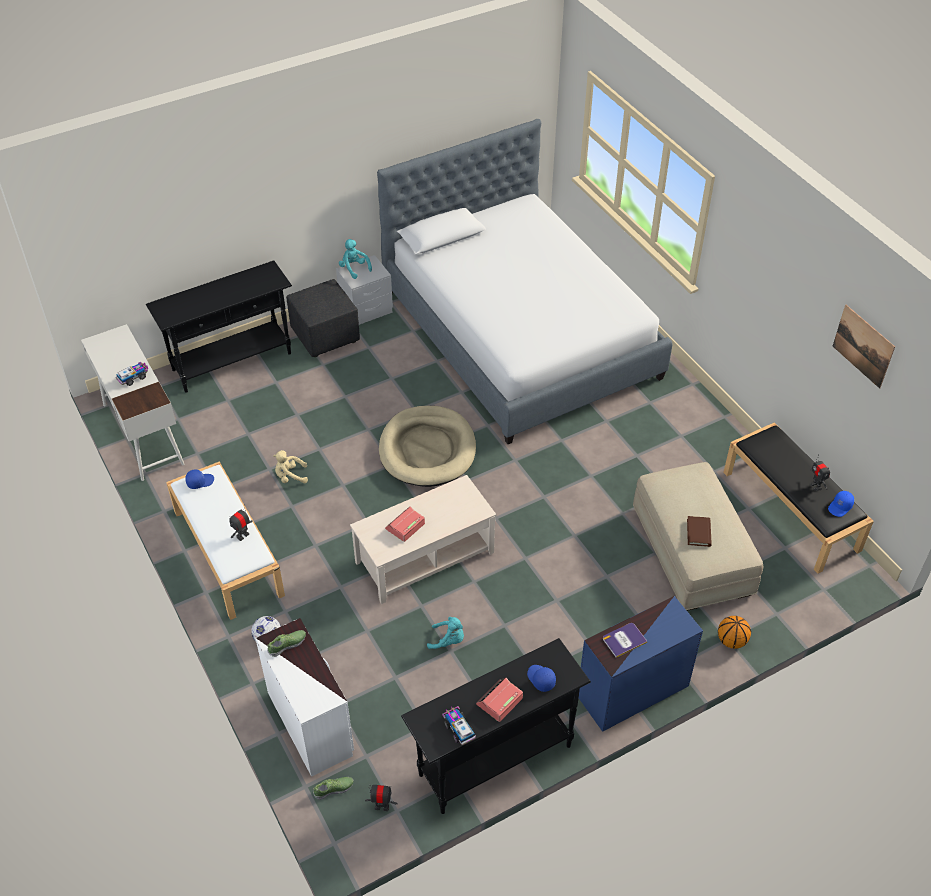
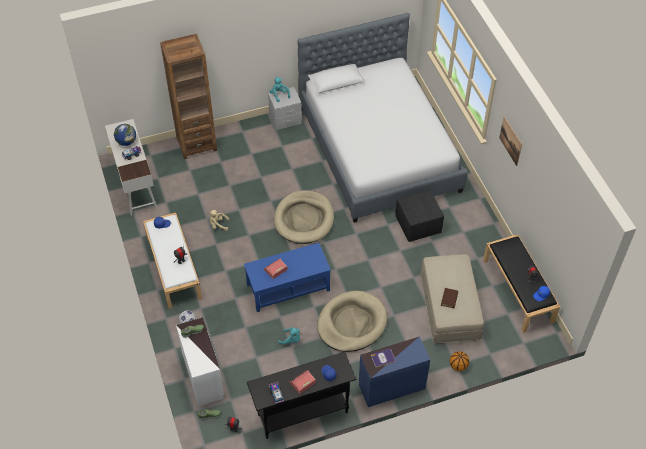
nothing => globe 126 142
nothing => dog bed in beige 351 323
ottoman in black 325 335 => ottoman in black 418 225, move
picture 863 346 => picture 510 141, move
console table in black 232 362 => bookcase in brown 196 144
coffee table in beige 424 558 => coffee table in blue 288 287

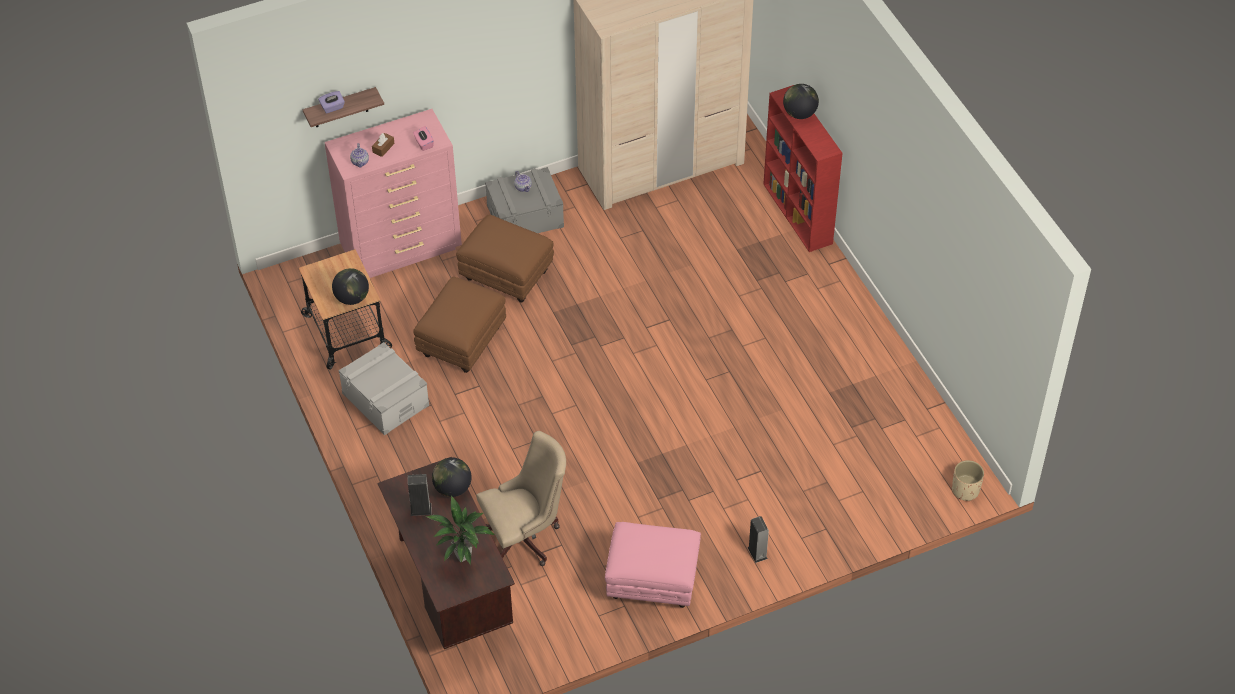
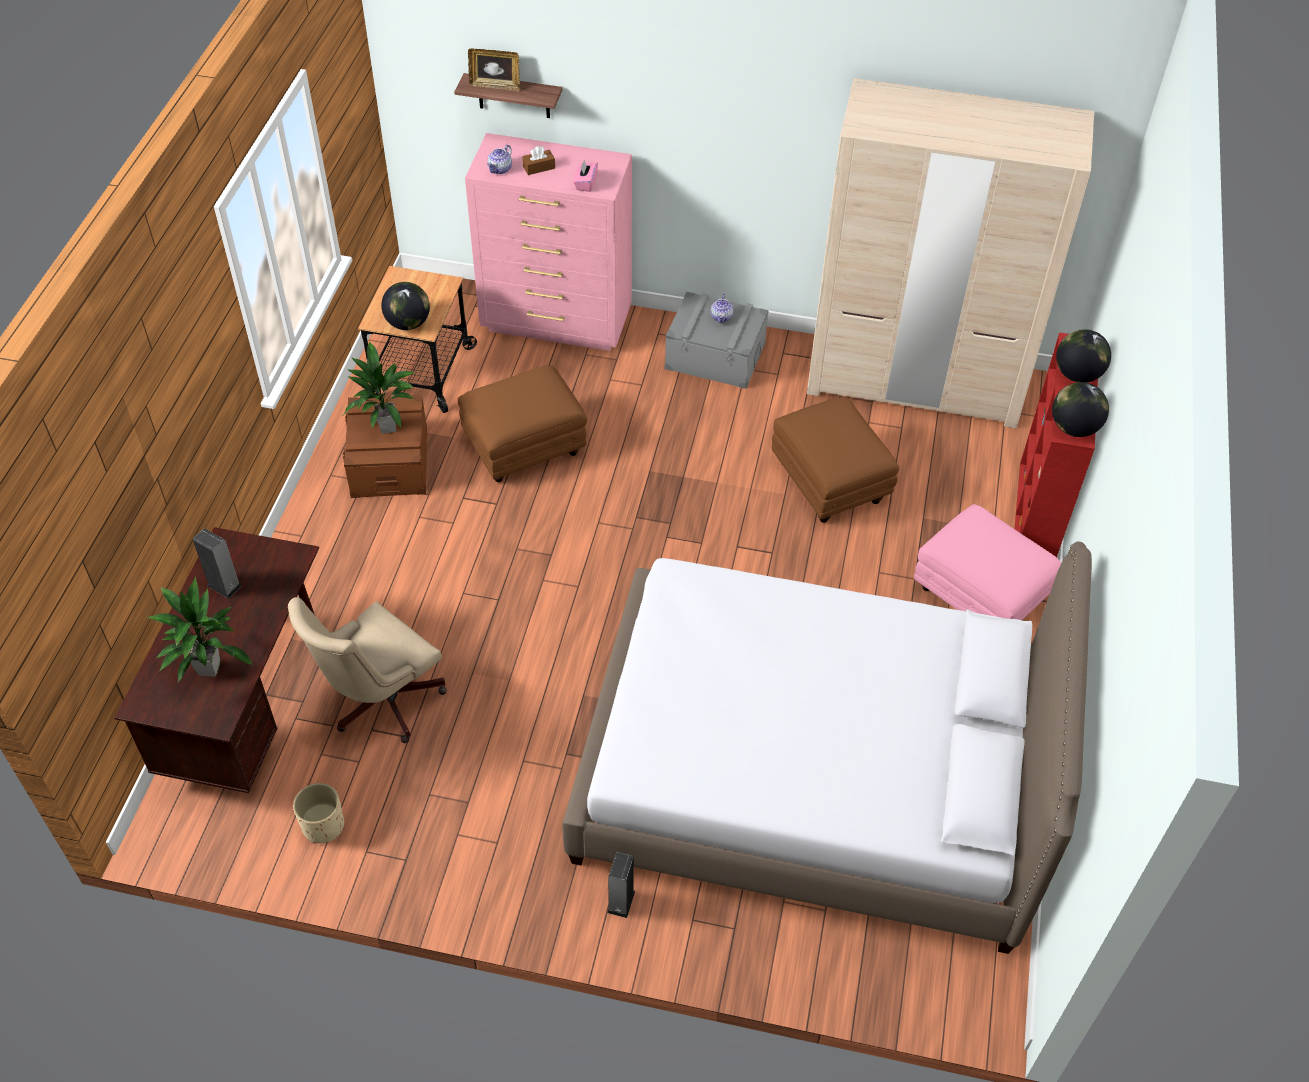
nothing => potted plant 388 427
nothing => bed 812 773
globe 452 488 => globe 1074 428, move
ottoman in brown 507 276 => ottoman in brown 830 483, move
ottoman in pink 653 581 => ottoman in pink 981 597, move
planter in beige 965 490 => planter in beige 323 826, move
tissue box in purple 332 107 => picture frame 495 85
storage box in grey 385 399 => storage box in brown 389 462
office chair in beige 525 537 => office chair in beige 379 702, 120 degrees clockwise

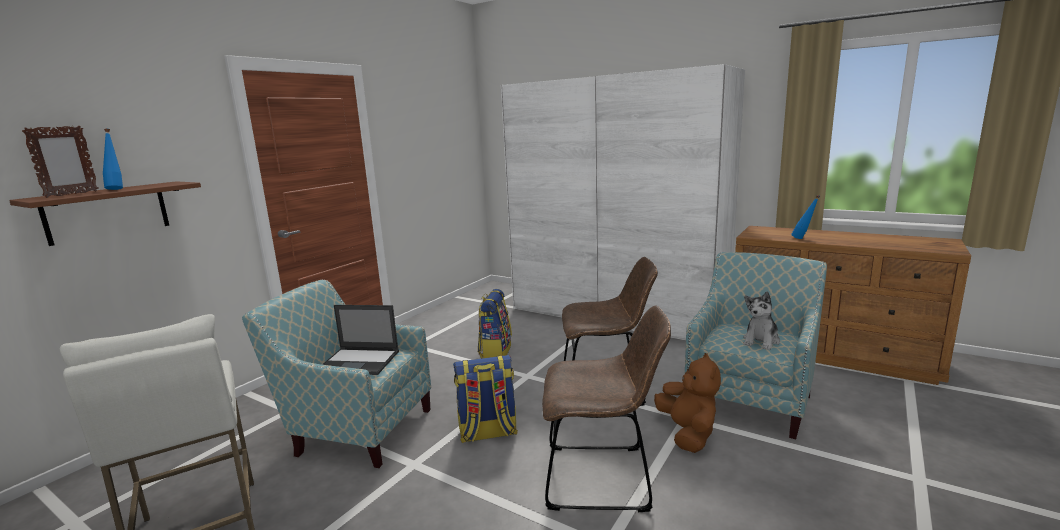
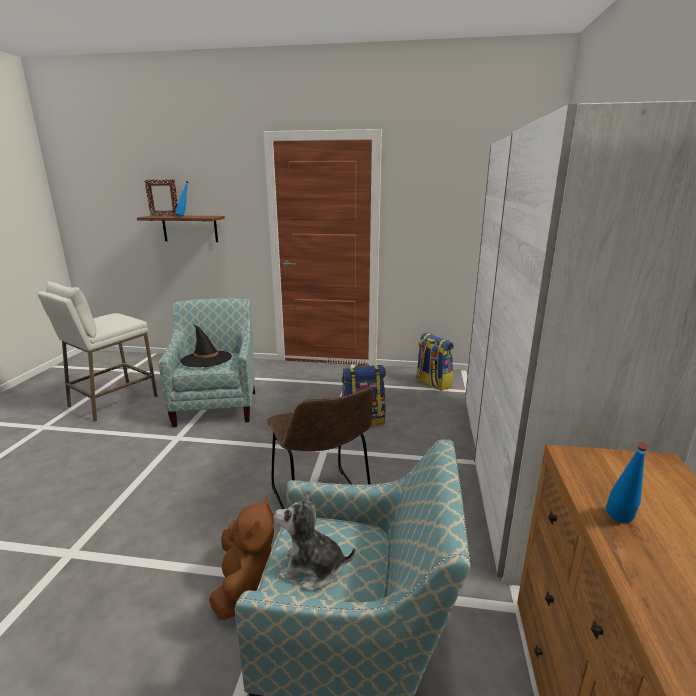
chair in brown 603 477 => nothing
backpack 487 433 => backpack 432 383, move
laptop 360 361 => hat in black 206 359
plush toy in brown 688 433 => plush toy in brown 244 585, 60 degrees counterclockwise

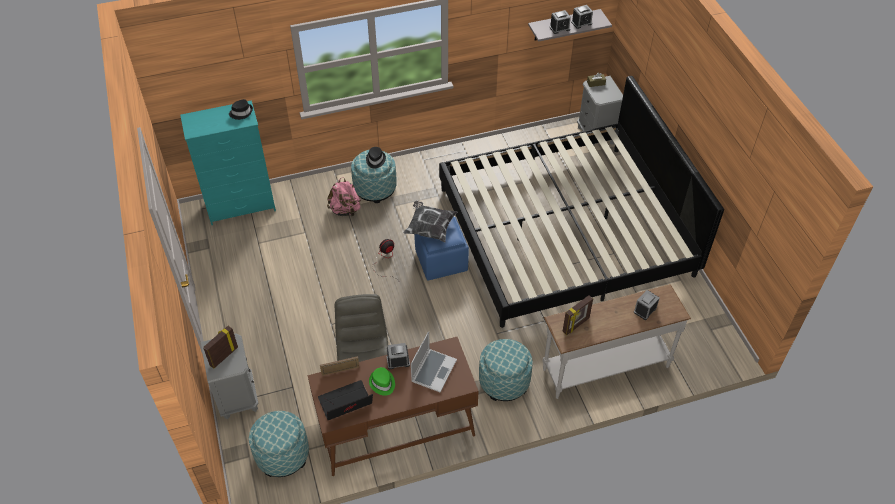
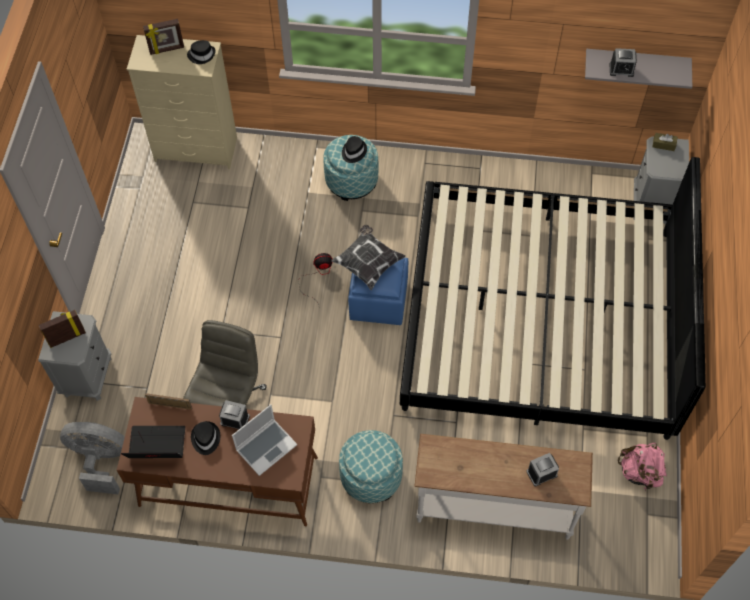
alarm clock 581 23 => nothing
backpack in pink 345 210 => backpack in pink 640 472, move
picture frame 576 325 => picture frame 167 49, move
ottoman 282 455 => fan in grey 100 461
dresser in turquoise 241 206 => dresser in beige 196 150
hat in green 382 383 => hat in black 205 439

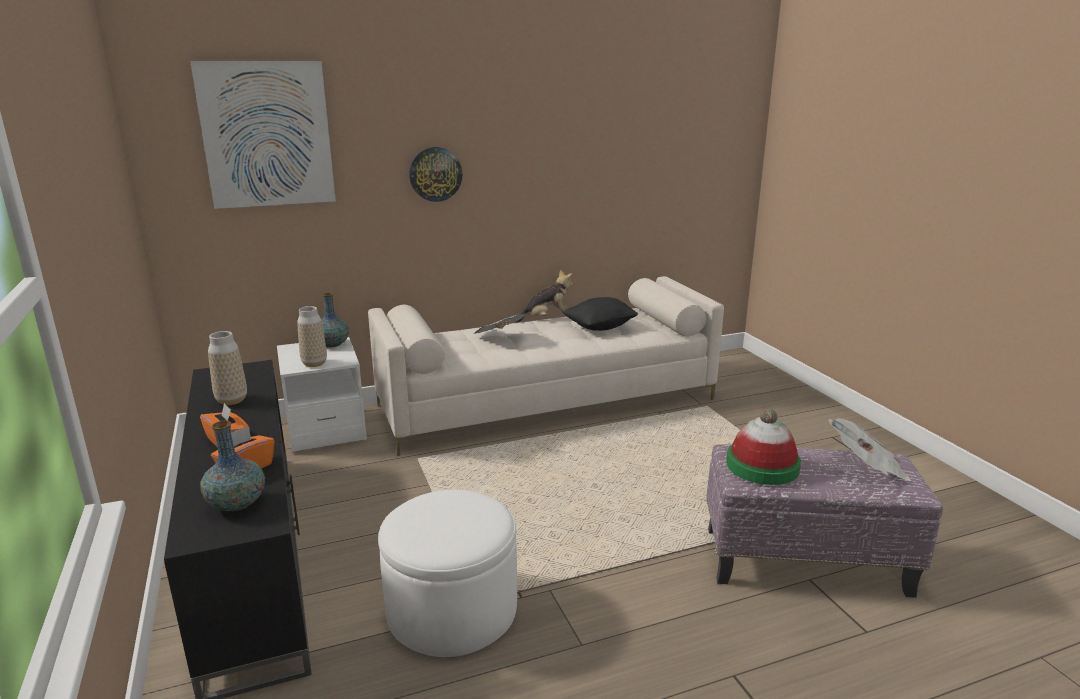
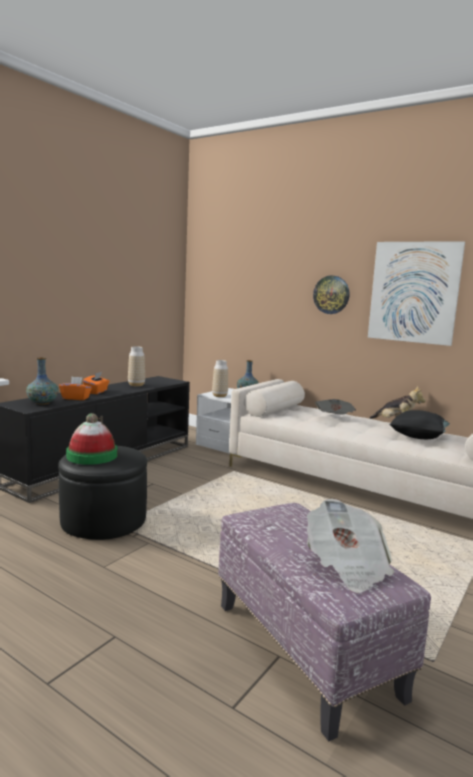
picture 267 135 => picture 413 292, move
hat 762 466 => hat 92 456, move
ottoman in white 452 609 => ottoman in black 104 520

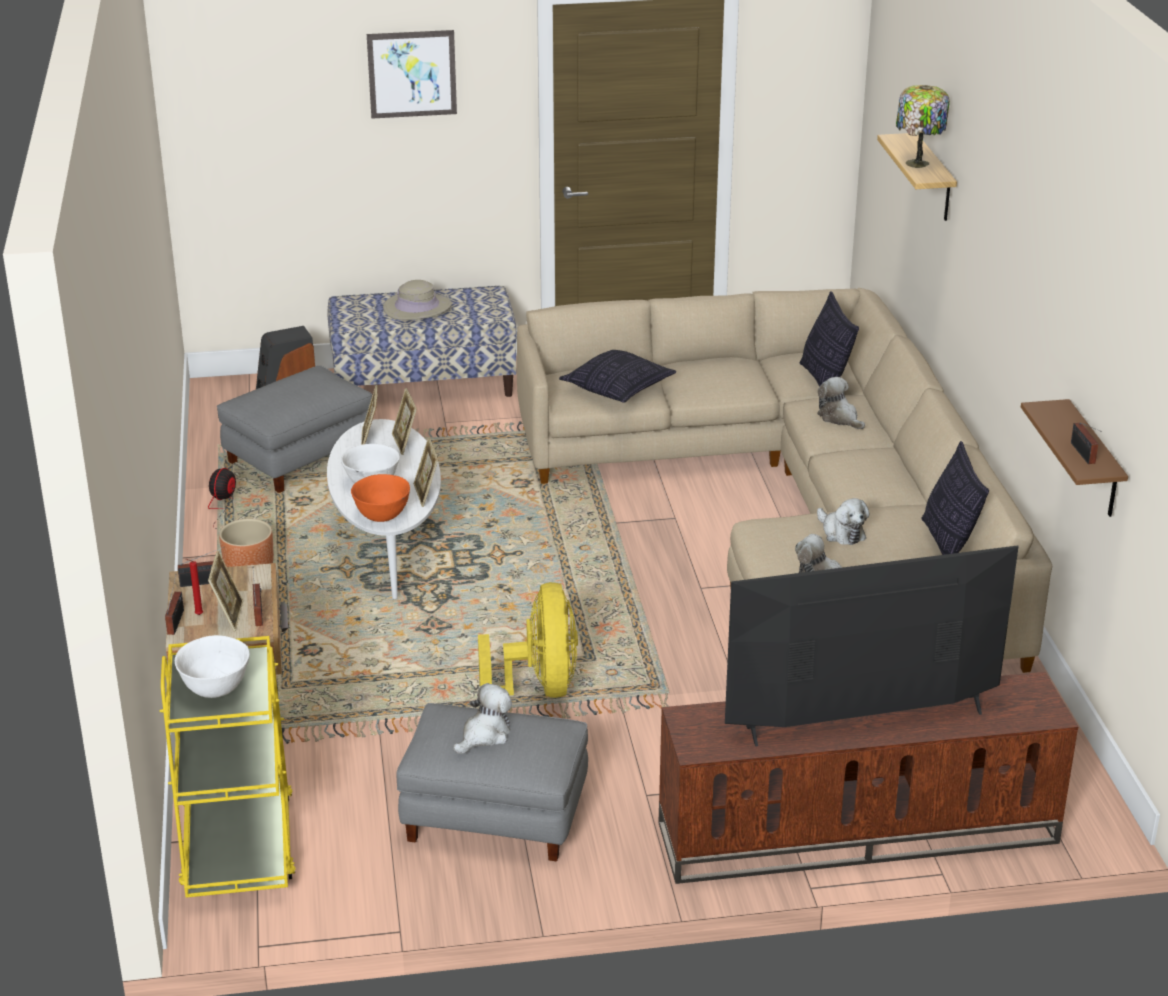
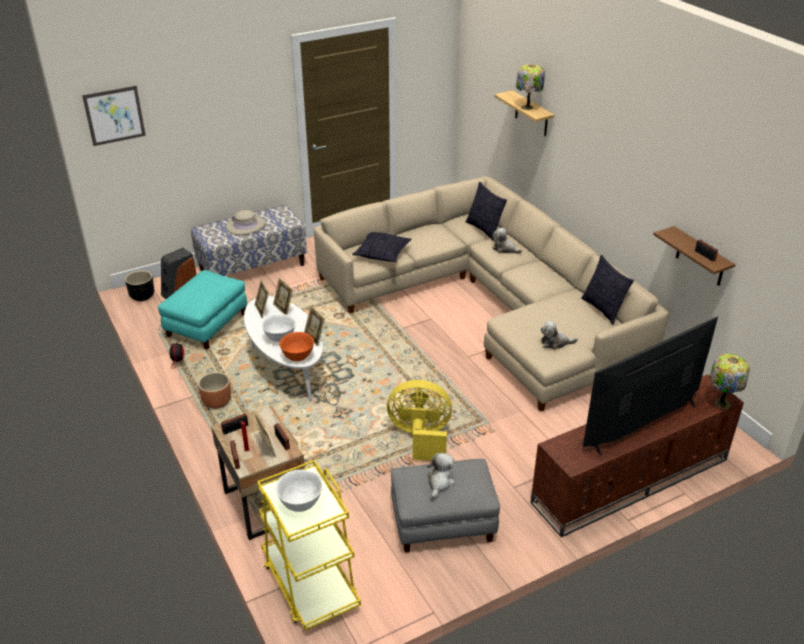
plush toy 841 533 => nothing
nothing => planter in black 142 296
nothing => table lamp 721 402
picture 412 74 => picture 114 115, move
ottoman in grey 300 457 => ottoman in turquoise 207 325
fan in yellow 538 689 => fan in yellow 420 437, 60 degrees counterclockwise

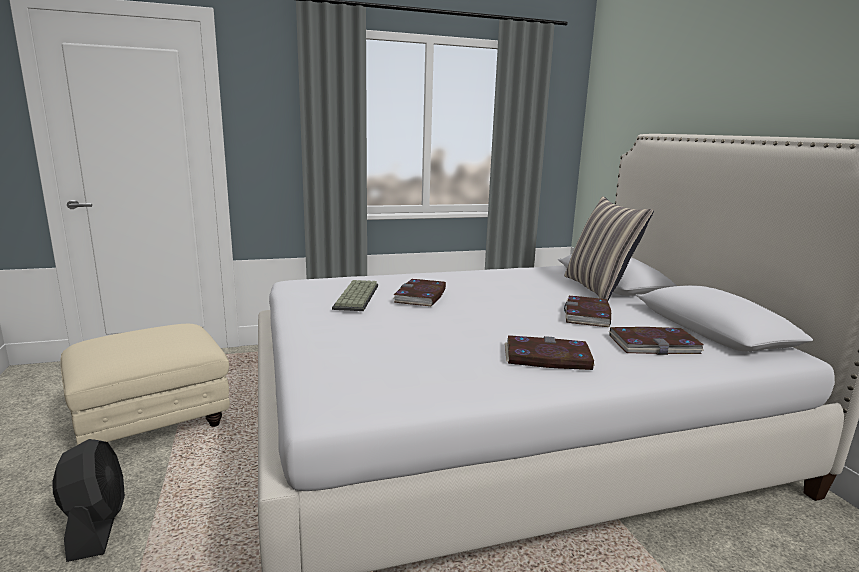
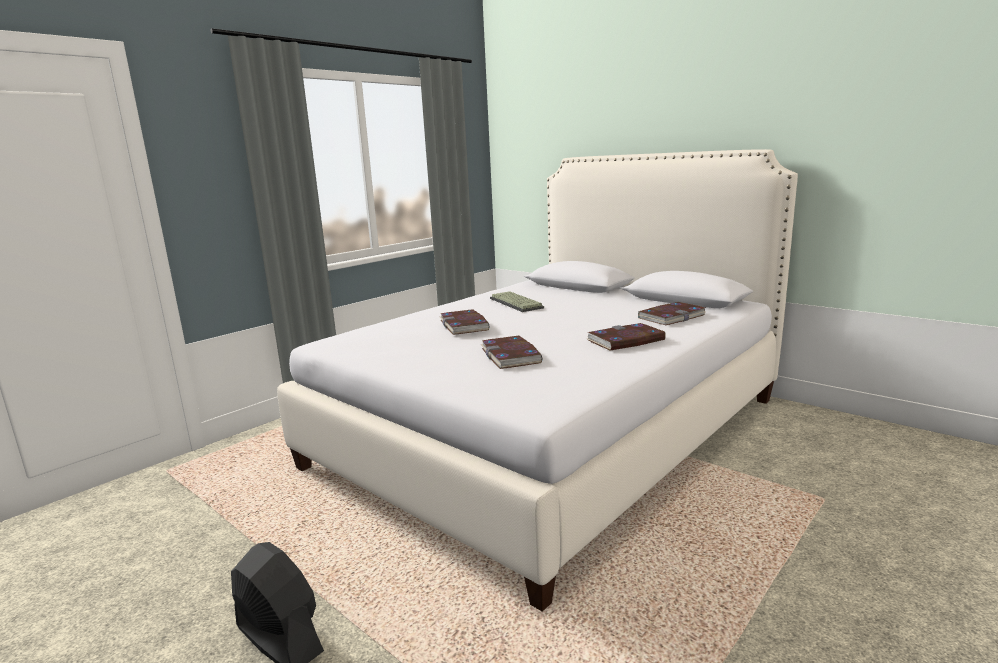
ottoman in beige 154 423 => nothing
pillow 599 289 => nothing
keyboard 358 297 => keyboard 517 303, move
book 587 315 => book 511 356, move

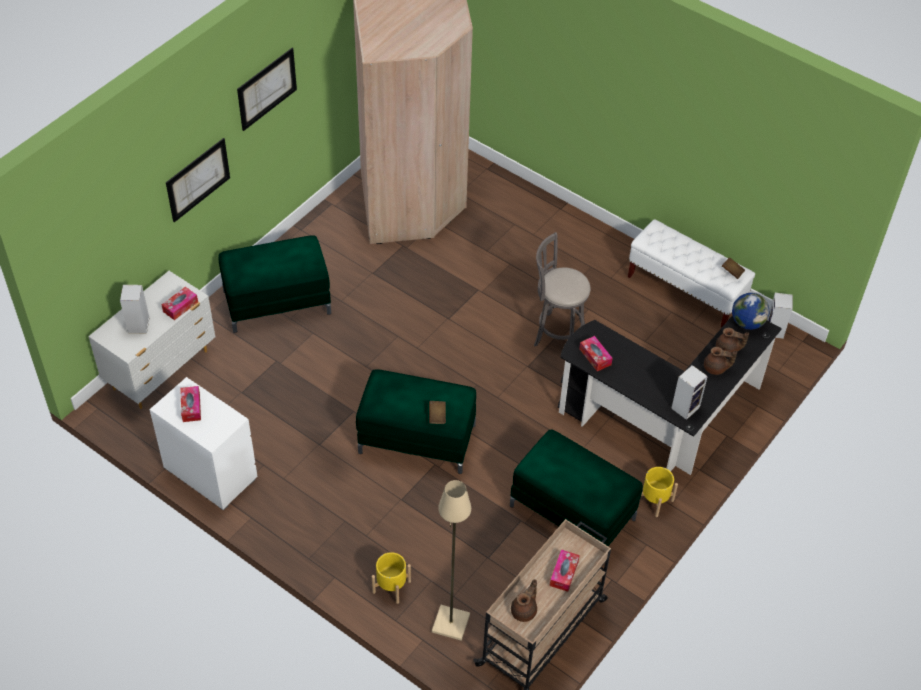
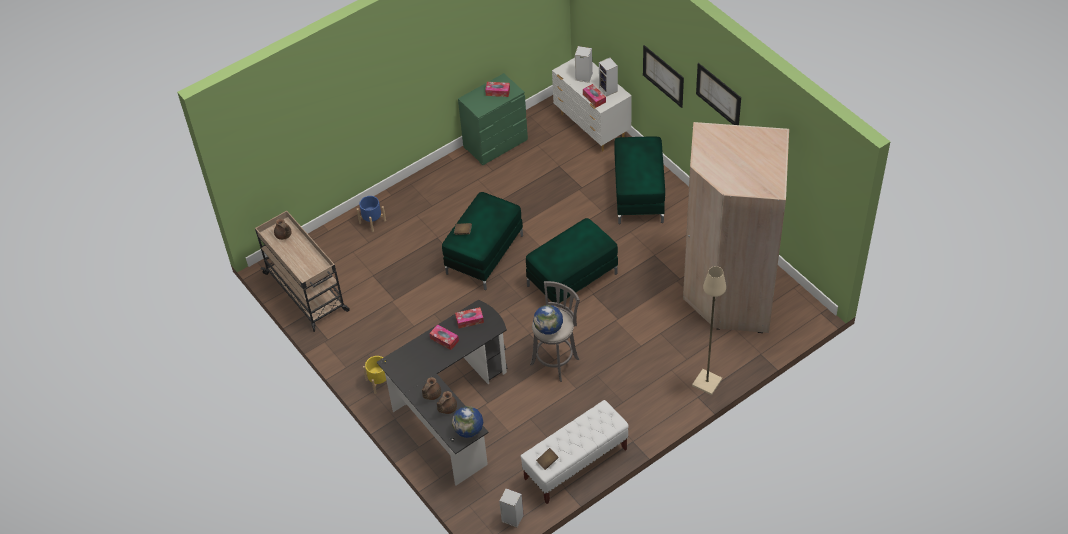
nothing => globe 548 328
floor lamp in beige 450 624 => floor lamp in beige 706 382, move
ottoman in green 573 512 => ottoman in green 572 280, move
tissue box 564 573 => tissue box 444 339, move
speaker 685 407 => speaker 609 90, move
dresser in white 210 473 => dresser in green 496 143
planter in yellow 391 587 => planter in blue 372 221

